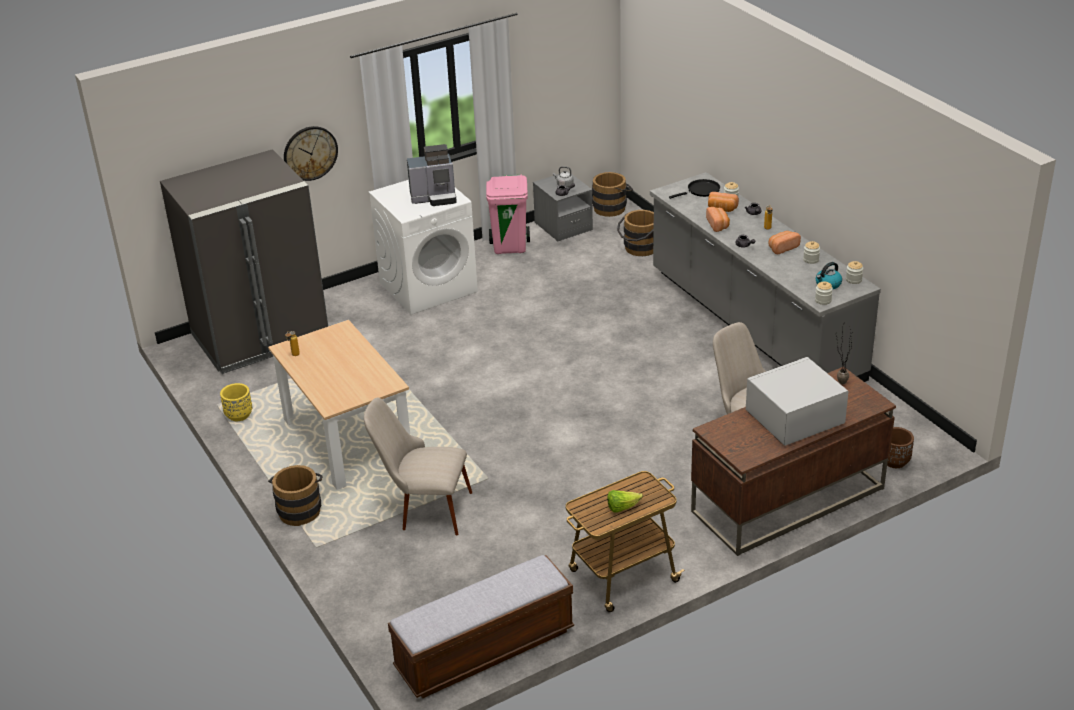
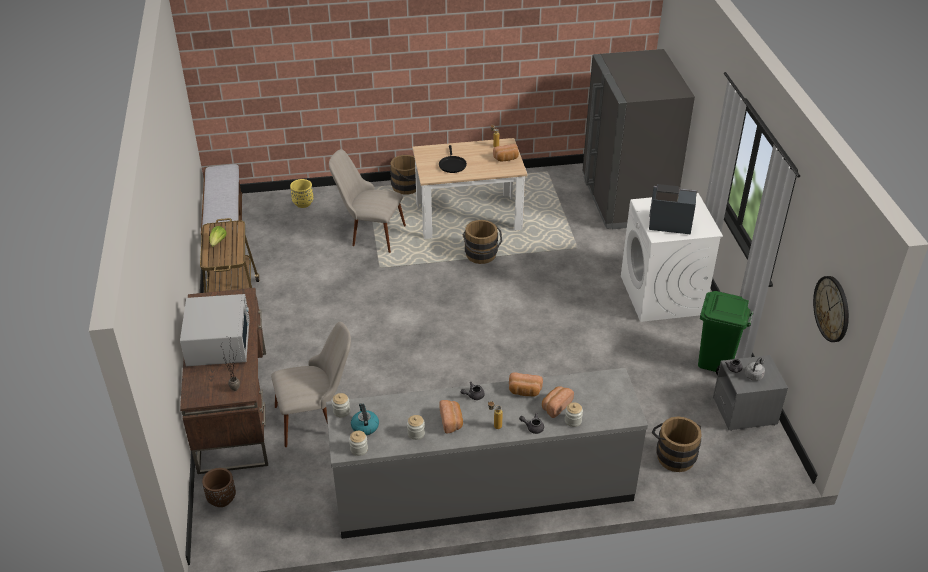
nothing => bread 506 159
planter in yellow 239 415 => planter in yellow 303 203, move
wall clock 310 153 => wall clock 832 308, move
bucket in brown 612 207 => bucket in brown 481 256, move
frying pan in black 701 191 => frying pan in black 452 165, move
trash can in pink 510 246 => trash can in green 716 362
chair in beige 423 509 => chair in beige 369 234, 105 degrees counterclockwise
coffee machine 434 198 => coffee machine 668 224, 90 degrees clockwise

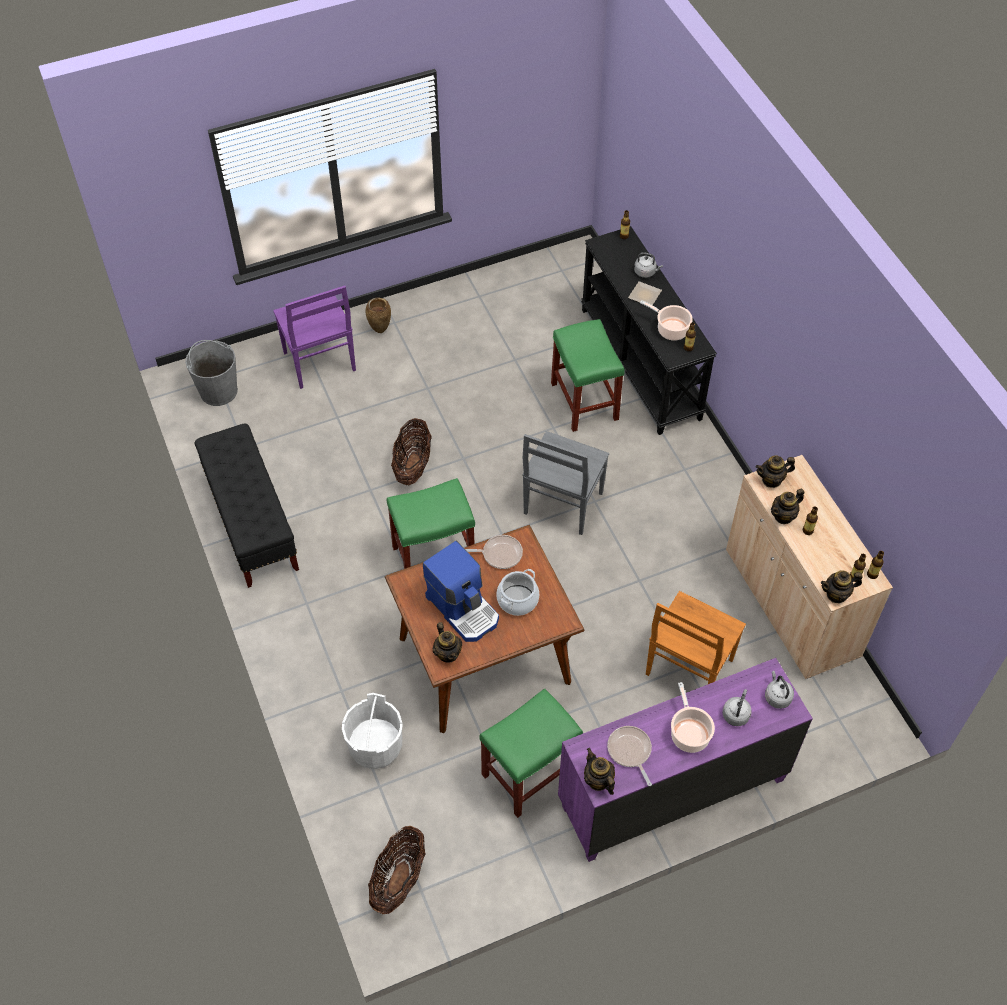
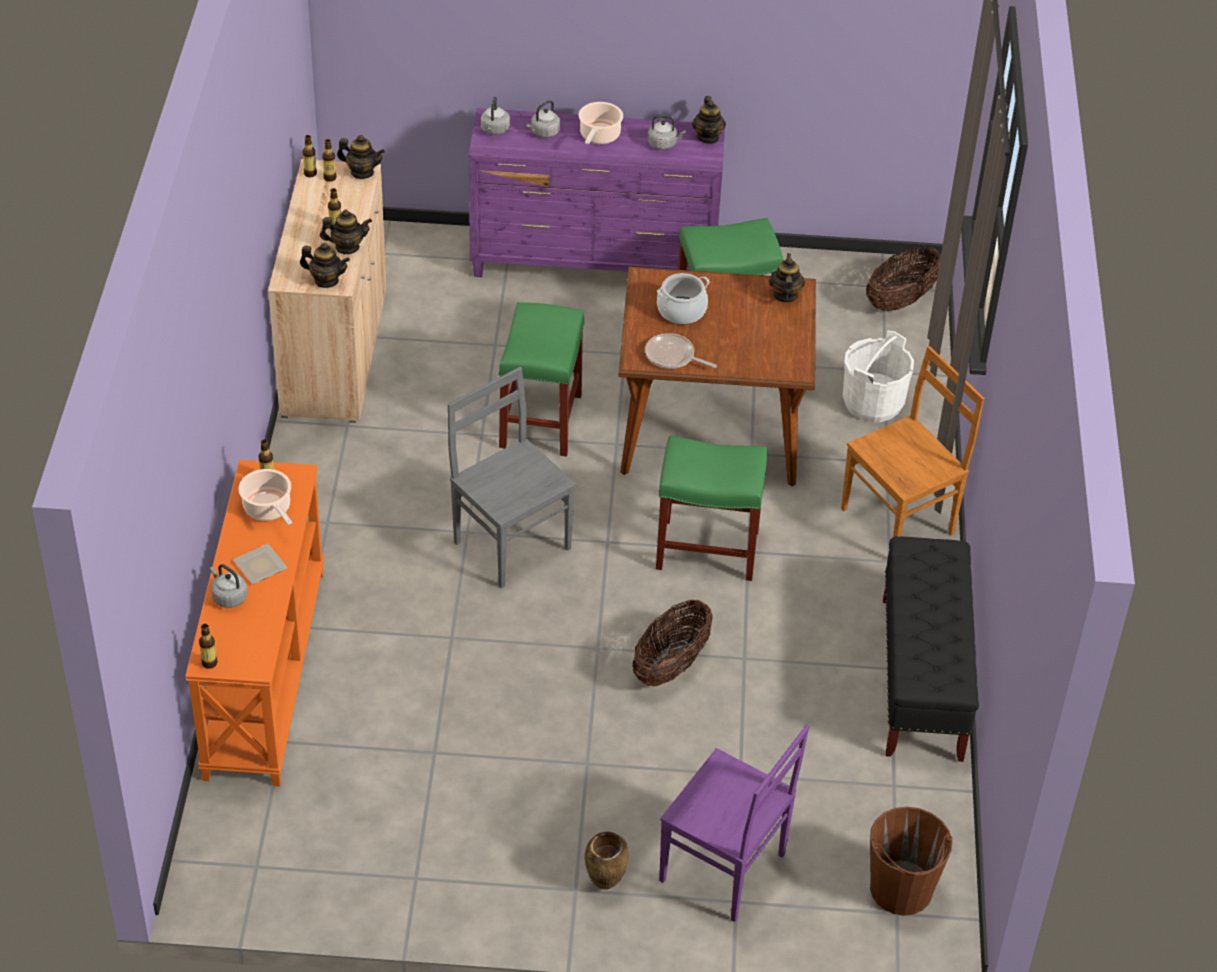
coffee machine 463 608 => nothing
stool in green 585 402 => stool in green 540 419, move
chair in brown 688 669 => chair in brown 900 520, move
frying pan 630 751 => kettle in grey 664 144
bucket in grey 218 391 => bucket in brown 901 889
console table in black 641 363 => console table in orange 263 672
chair in purple 320 363 => chair in purple 725 869, 120 degrees clockwise
chair in grey 562 505 => chair in grey 510 543, 90 degrees counterclockwise

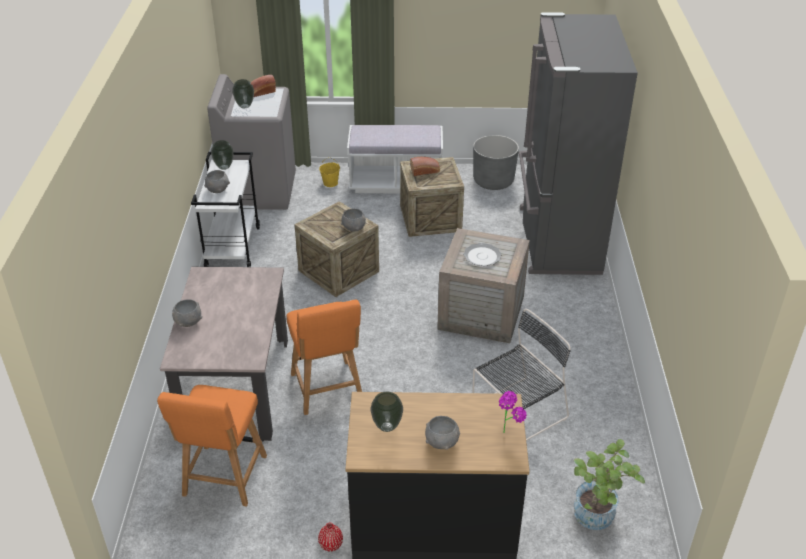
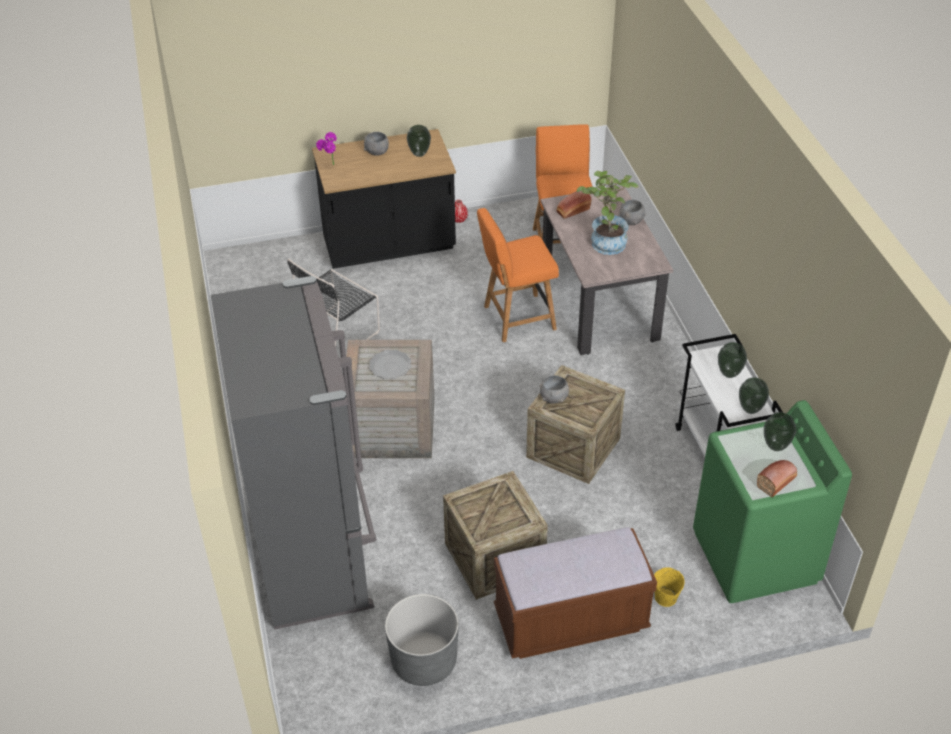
bread 425 171 => bread 572 211, move
potted plant 596 519 => potted plant 605 241, move
bowl in grey 218 189 => vase 728 374
washing machine in grey 259 191 => washing machine in green 755 557
bench in white 395 183 => bench in brown 571 620
chair in orange 327 390 => chair in orange 516 318, 75 degrees counterclockwise

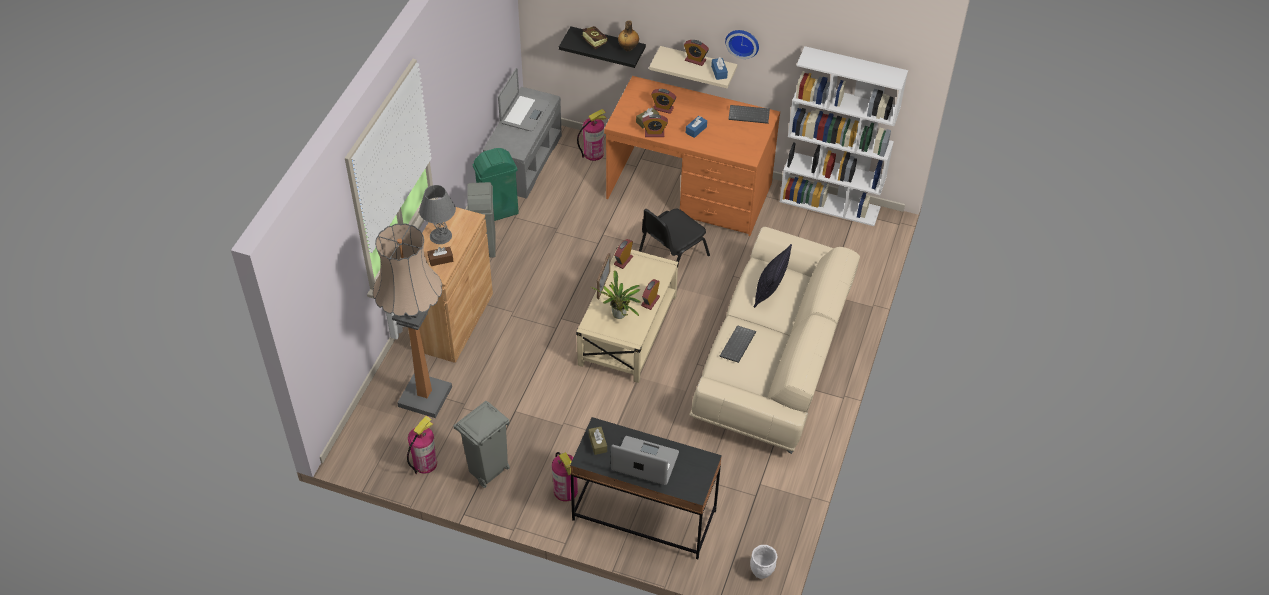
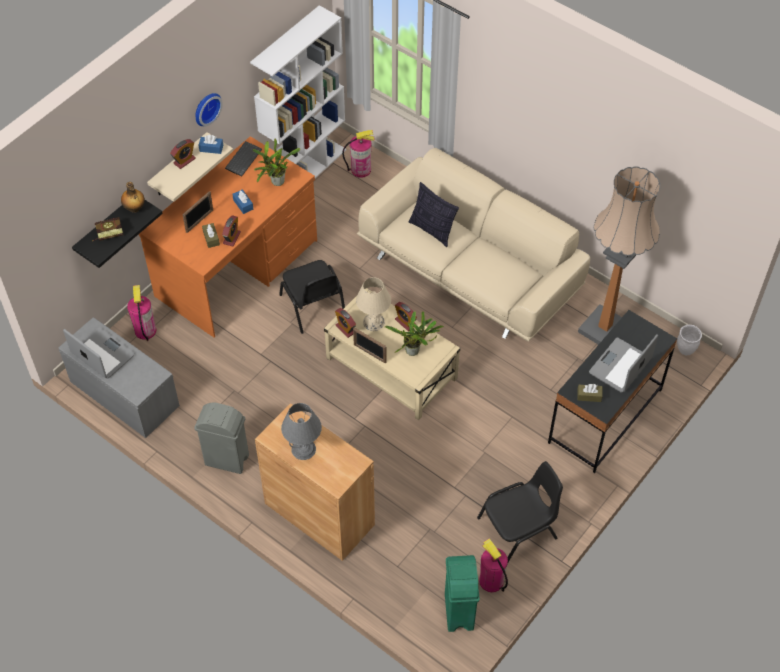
tissue box in brown 440 259 => nothing
keyboard 738 345 => nothing
nothing => potted plant 276 183
nothing => table lamp in beige 374 322
floor lamp 425 397 => floor lamp 604 329, move
trash can in green 498 211 => trash can in green 458 612, move
fire extinguisher 565 491 => fire extinguisher 361 170, move
trash can in grey 487 472 => chair in black 519 528
alarm clock 663 108 => picture frame 199 221

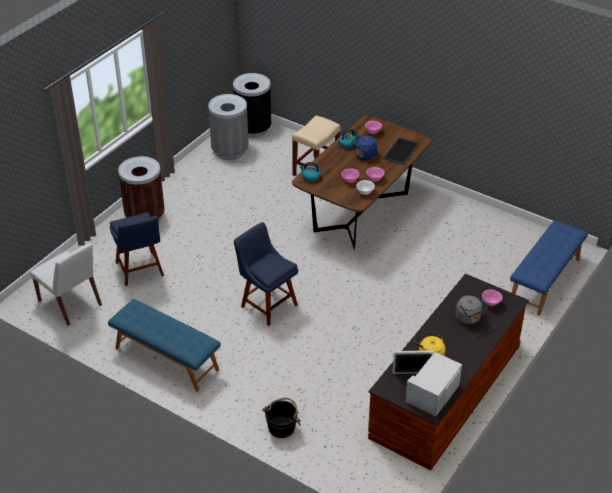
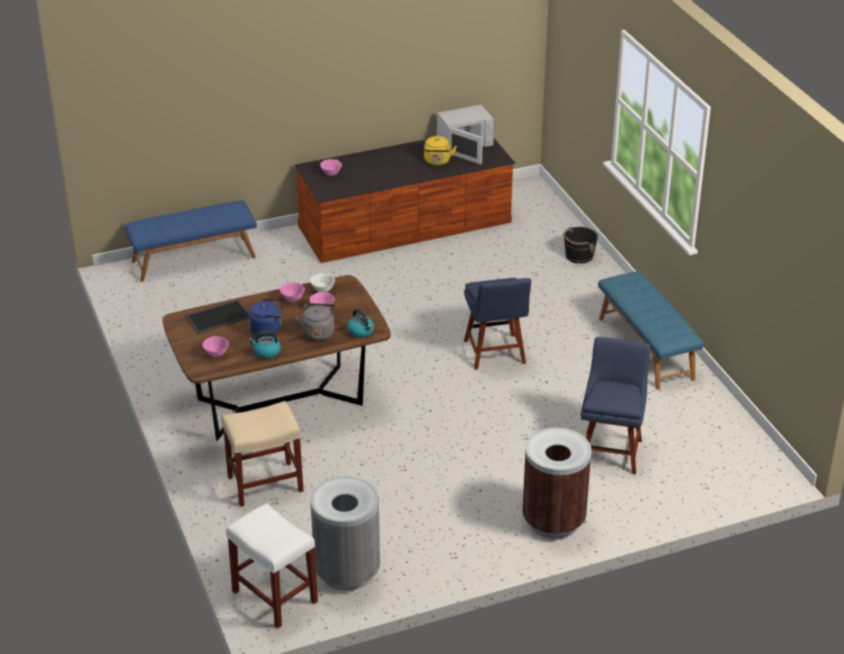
chair in white 70 303 => nothing
kettle in grey 469 319 => kettle in grey 318 332, move
trash can in black 253 129 => stool in white 273 596

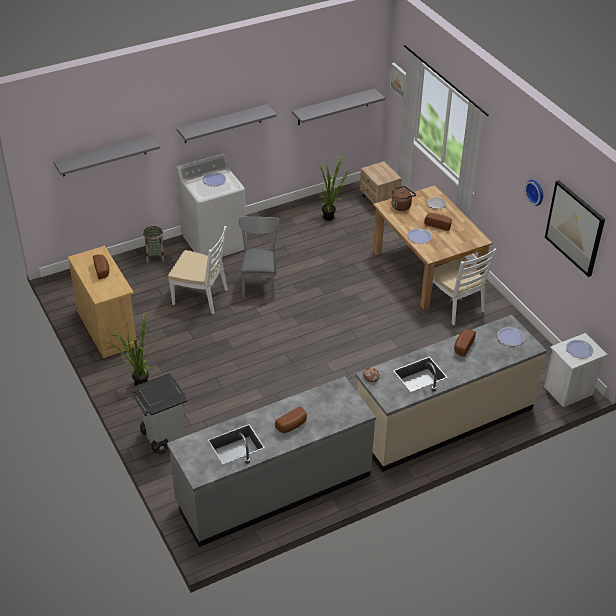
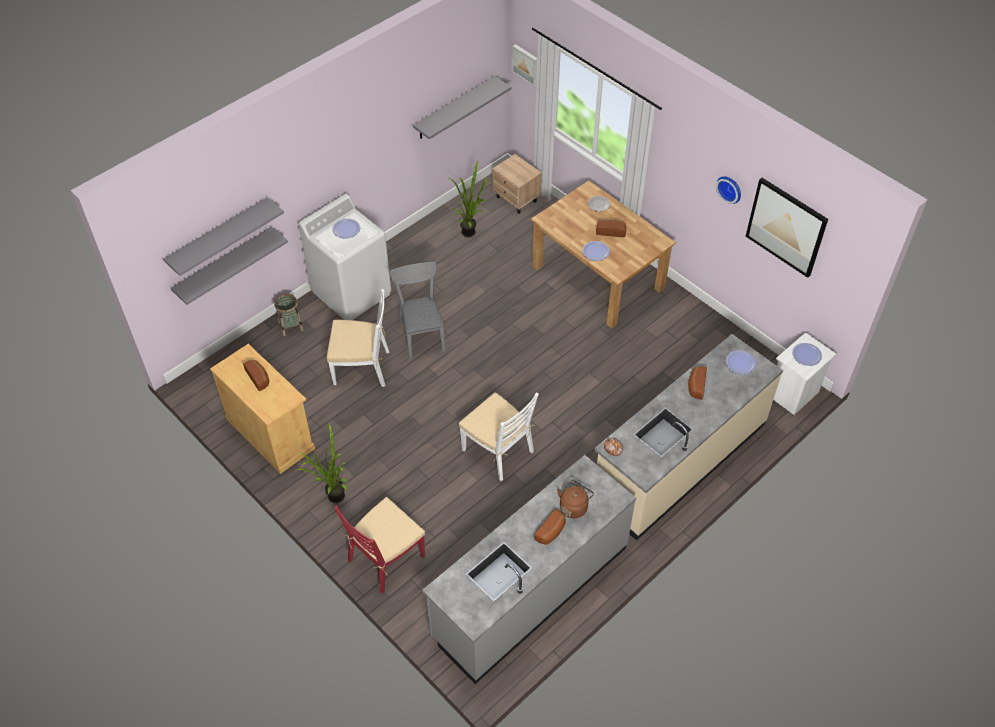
shelf in grey 222 124 => shelf in grey 224 264, move
kettle in brown 402 206 => kettle in brown 574 506, move
chair in white 456 306 => chair in white 498 451, move
trash can in grey 162 437 => chair in red 385 559

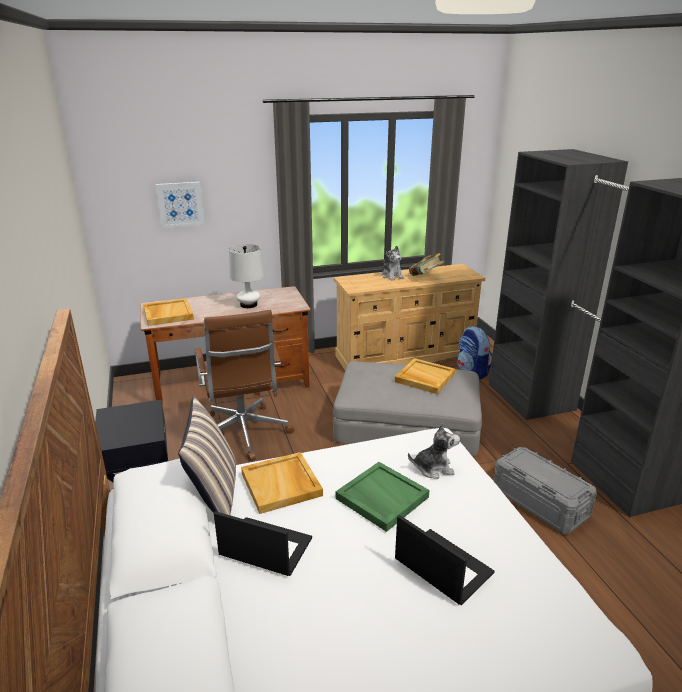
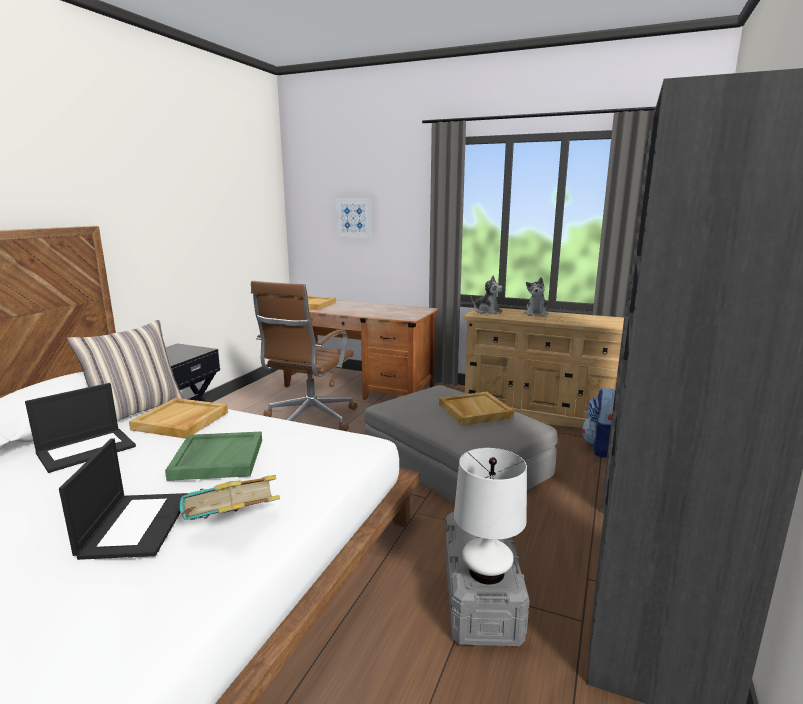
table lamp in white 249 305 => table lamp in white 486 572, move
plush toy 433 468 => plush toy 487 311, move
book 425 277 => book 233 526, move
laptop 264 547 => laptop 87 449, 75 degrees clockwise

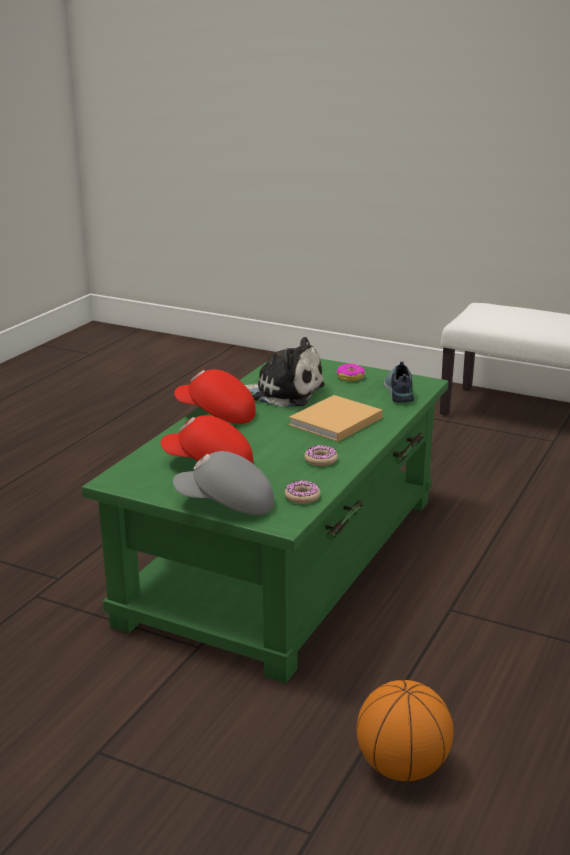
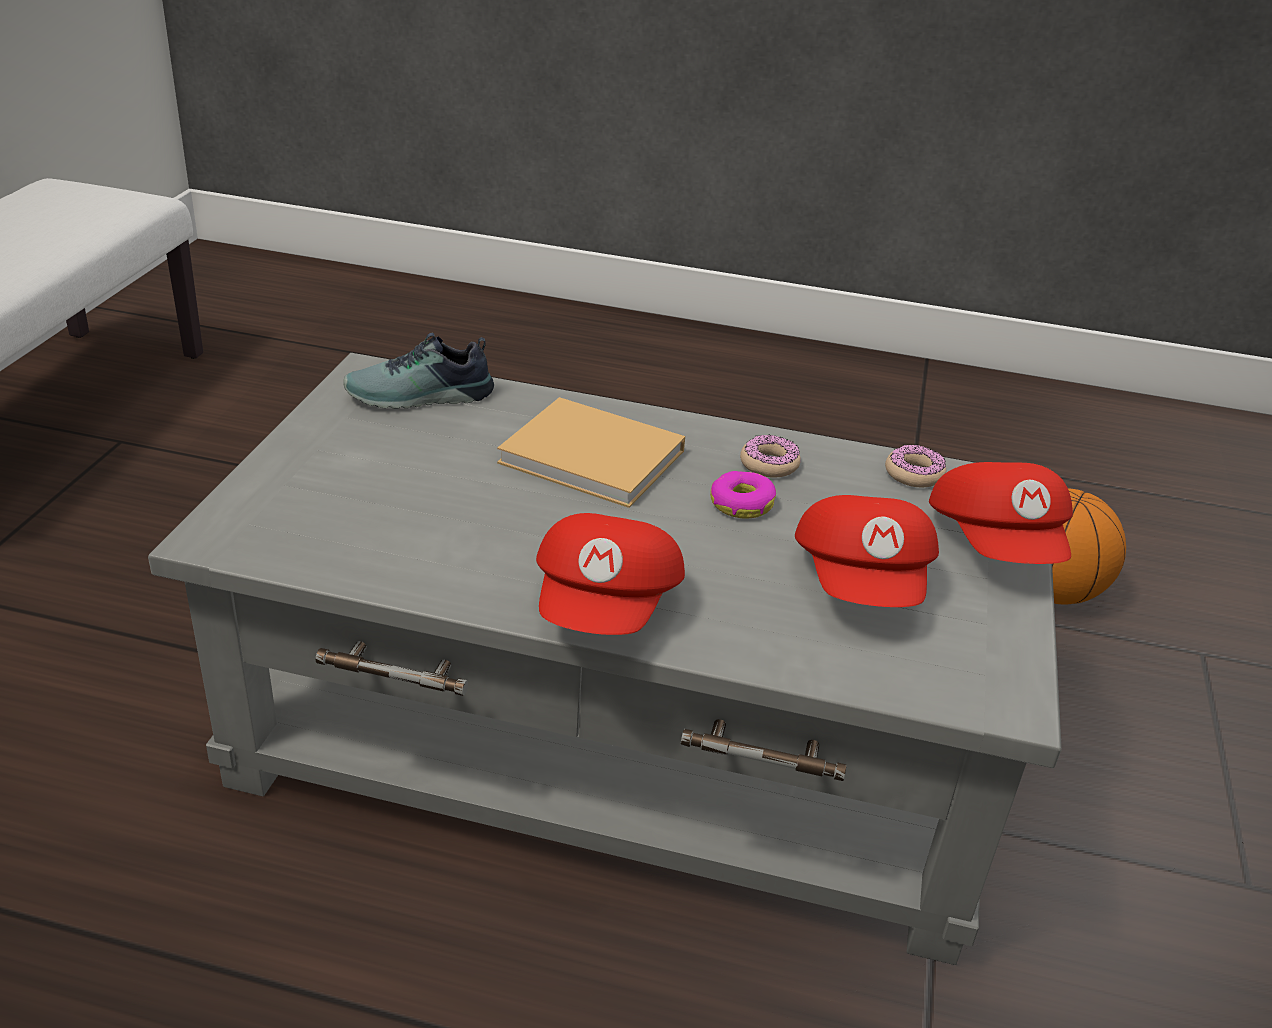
plush toy 283 392 => nothing
donut 350 377 => donut 741 504, move
coffee table in green 284 558 => coffee table in grey 621 743
cap in grey 226 505 => cap in red 998 545

